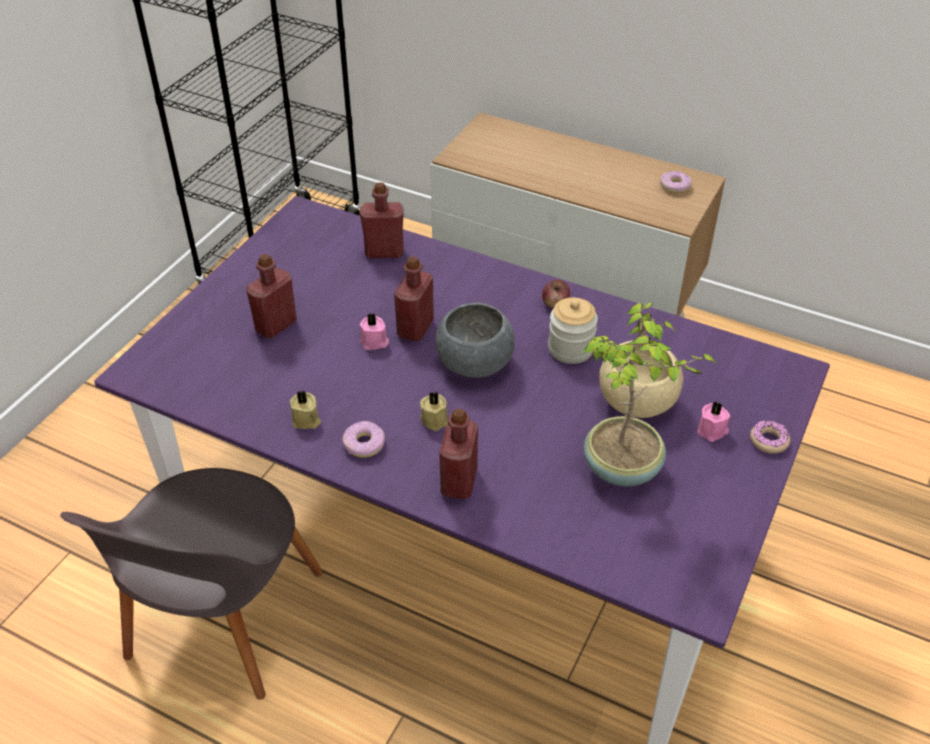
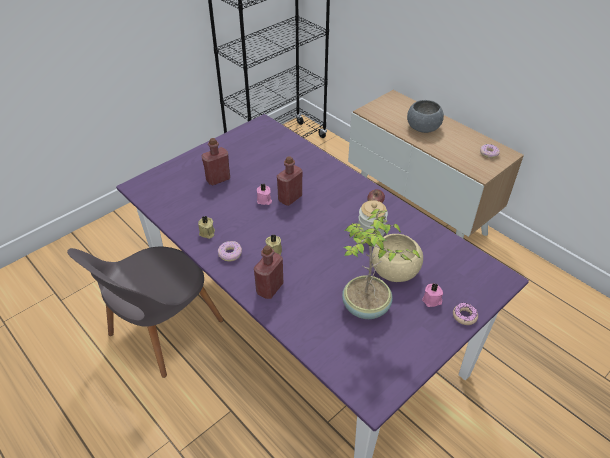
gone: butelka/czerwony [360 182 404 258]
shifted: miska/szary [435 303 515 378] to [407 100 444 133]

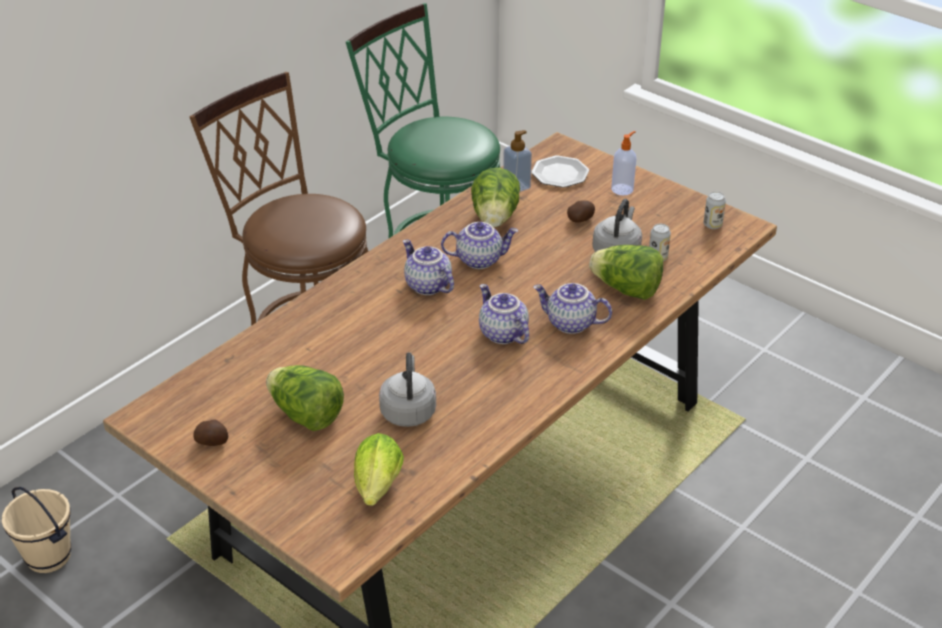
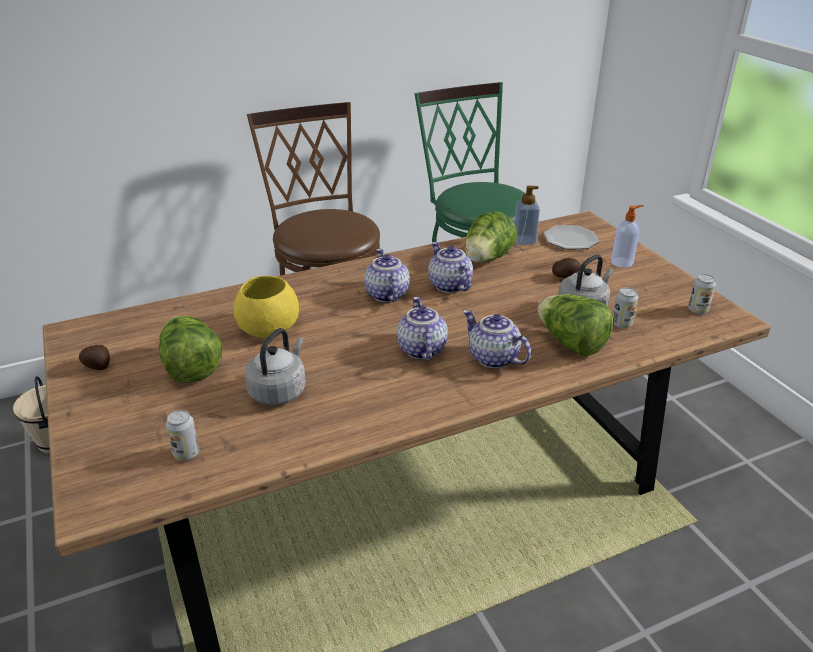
new: miska/żółty [233 275 299 338]
swapped: sałata [354 433 404 506] to puszka [166 410 199 461]
rotated: imbryk [441 222 518 269] = [428 242 473 293] 135 degrees counterclockwise

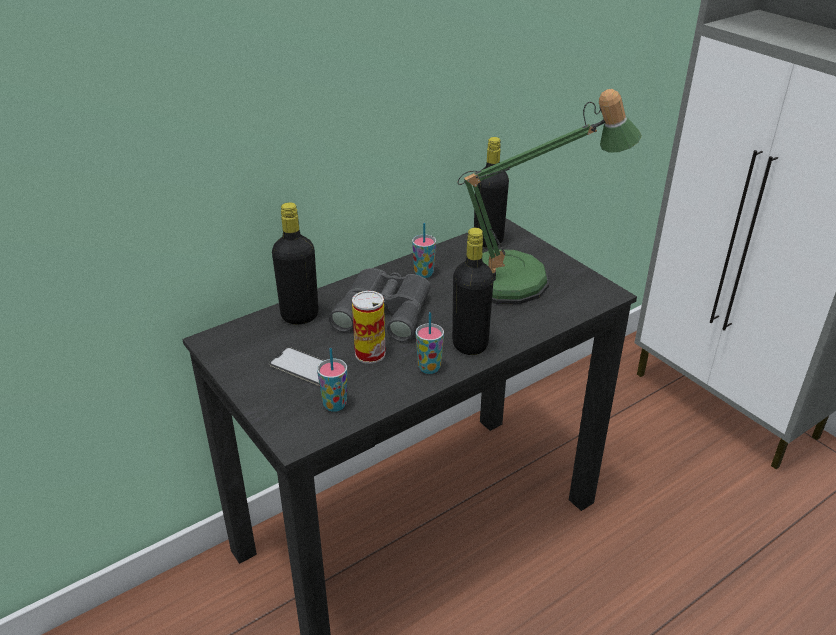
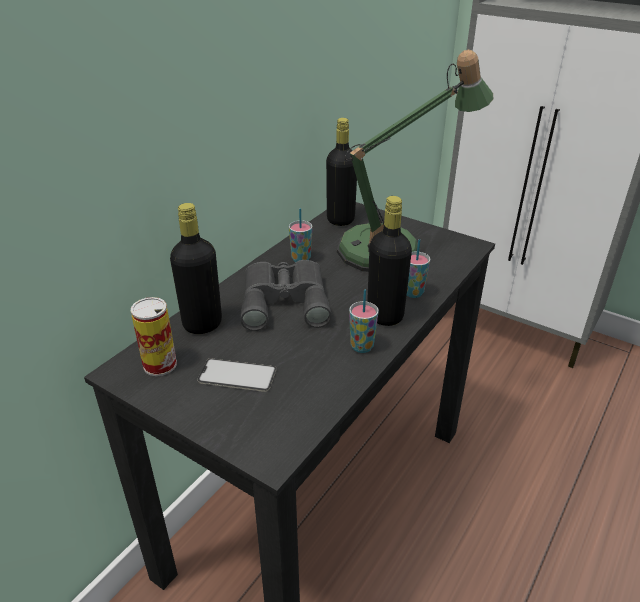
shifted: puszka [352 291 386 364] to [131 297 177 376]; filiżanka [317 348 347 412] to [407 239 430 298]

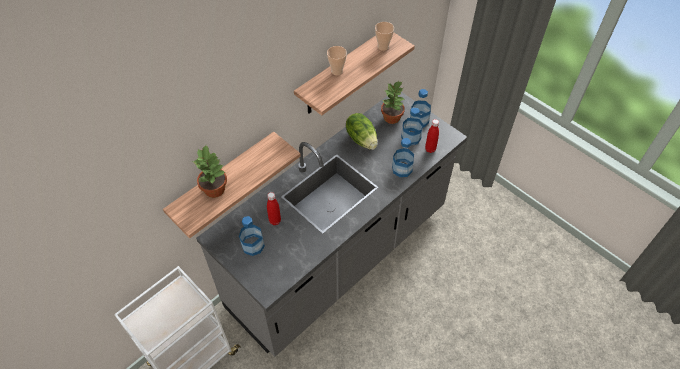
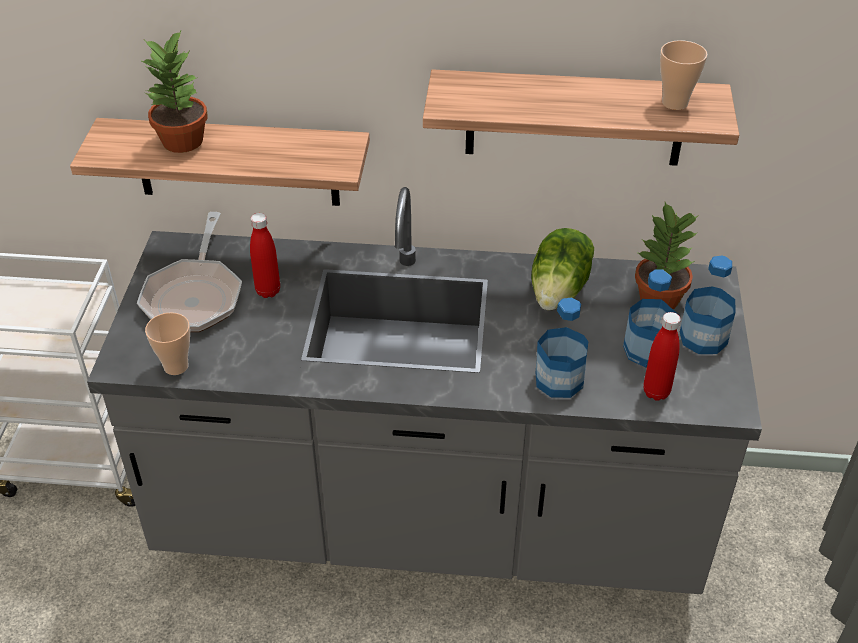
shifted: filiżanka [327 46 347 75] to [145 312 190 375]
swapped: butelka [239 216 265 256] to patelnia [137 212 242 332]

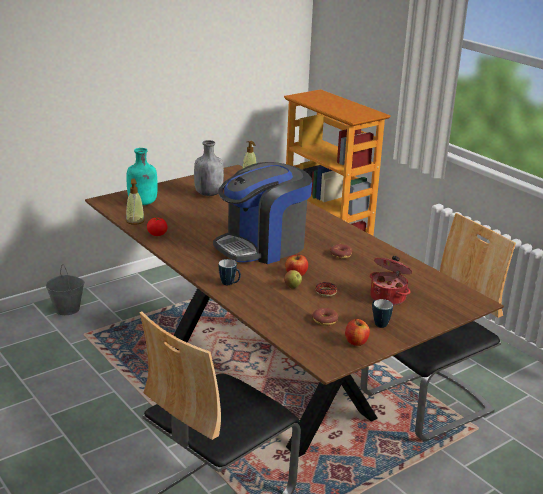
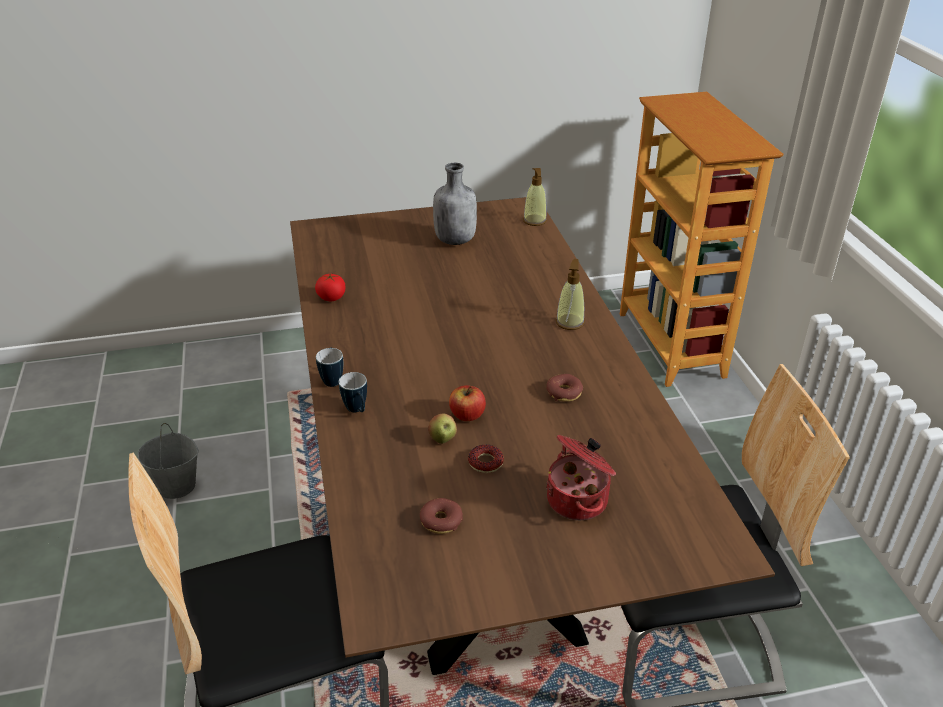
gone: butelka/turkusowy [126 148 158 205]; ekspres do kawy [213 162 312 264]; jabłko [345 319 370 346]
shifted: dozownik mydła [126 179 145 225] to [556 259 585 330]; wiadro/szary [46 264 85 315] to [138 423 199 499]; kubek [372 299 393 328] to [316 347 343 387]

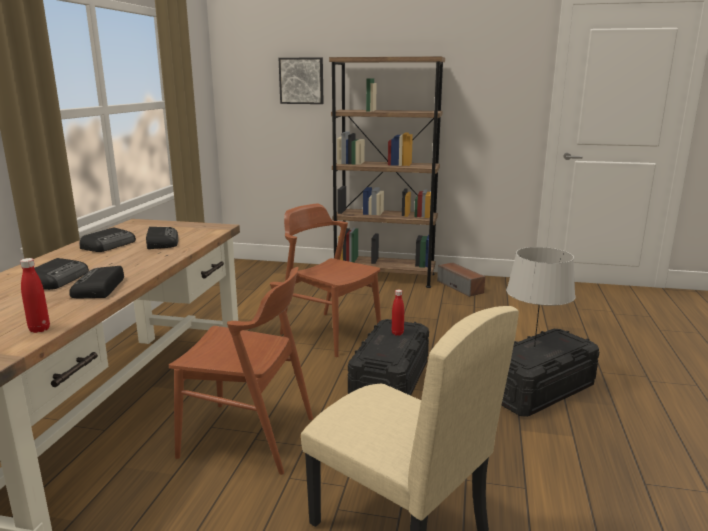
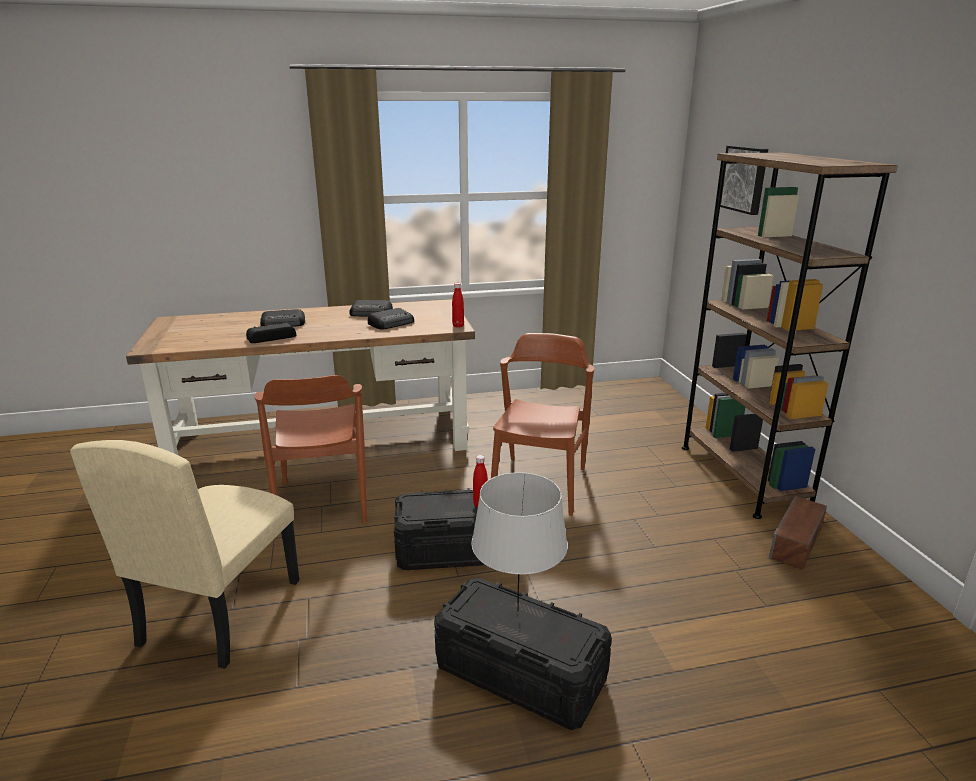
shifted: butelka/czerwony [20 258 50 333] to [452 283 464 328]

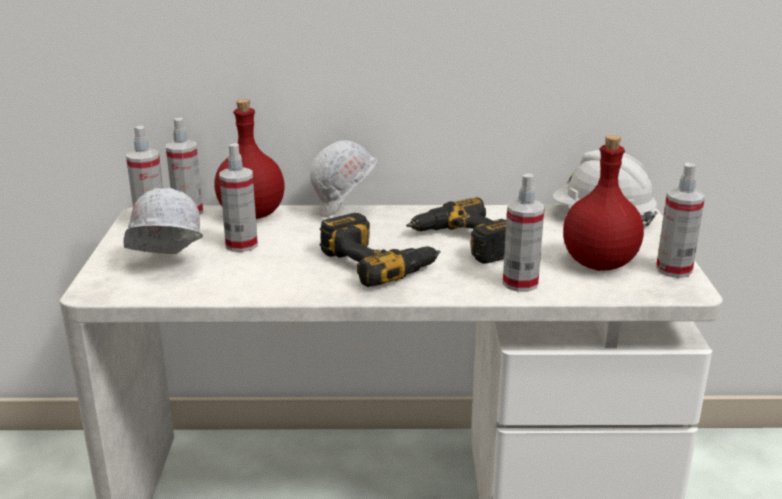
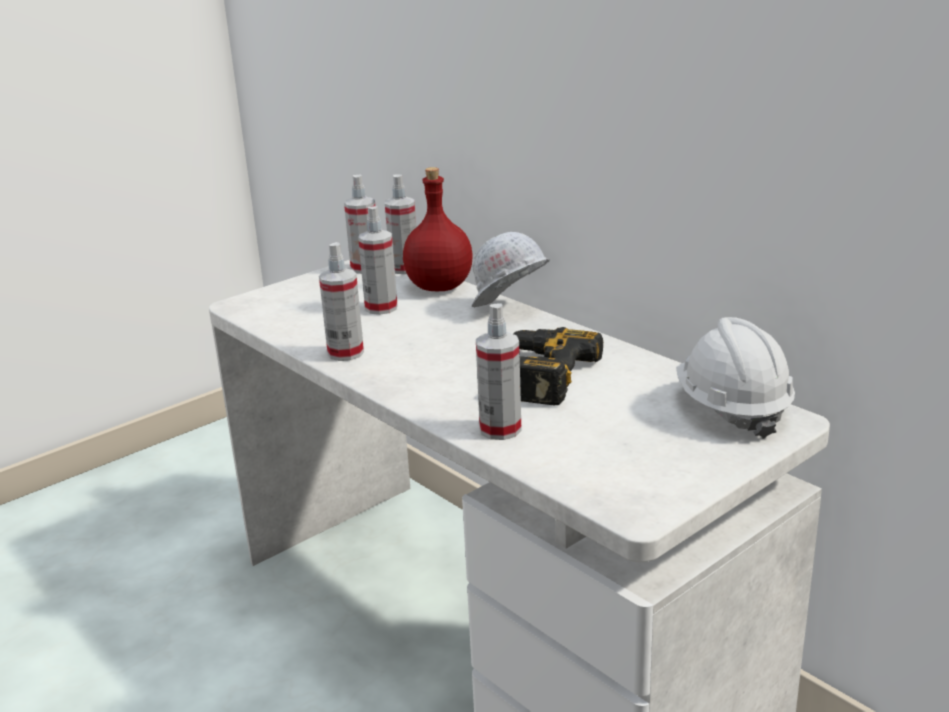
gone: butelka/czerwony [563 135 644 271]; kask/biały [124 188 203 254]; wiertarka [320 213 441 287]
shifted: spryskiwacz [656 163 705 278] to [319 242 364 361]

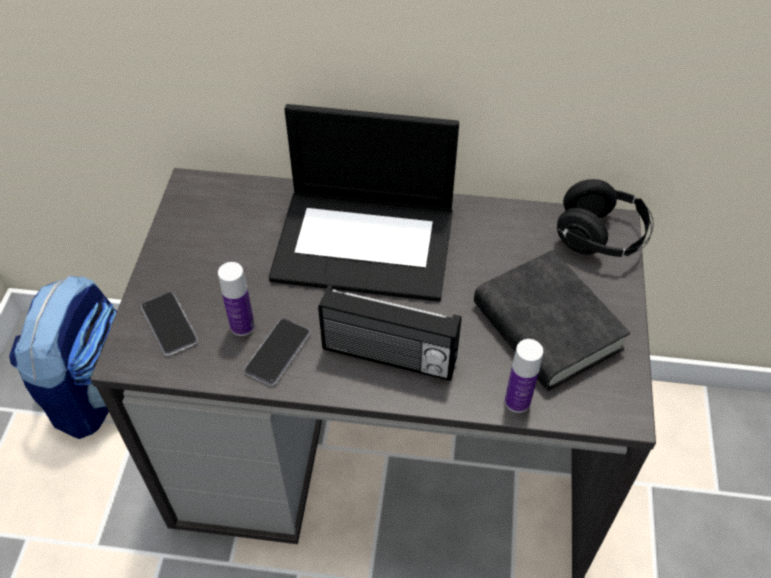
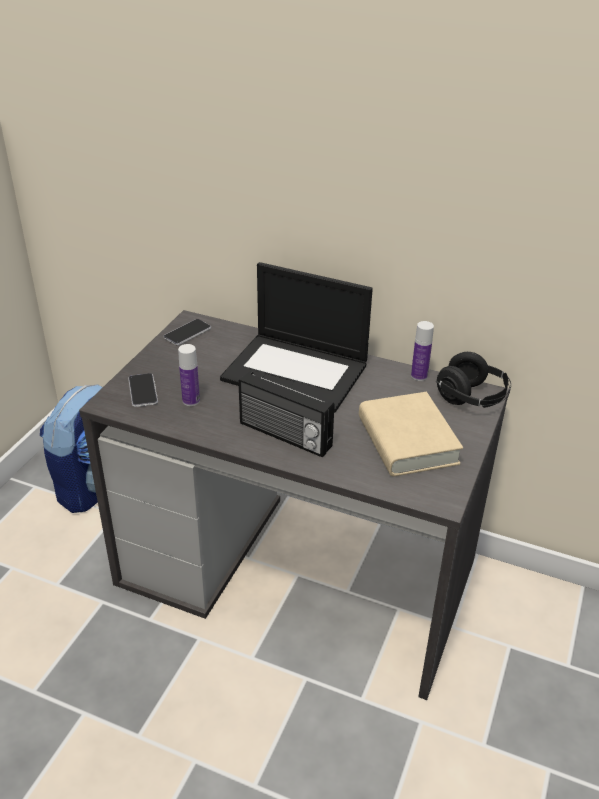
shifted: telefon [244 318 311 386] to [163 319 211 346]; butelka [505 339 543 413] to [411 321 434 381]
repainted: książka/czarny [474 250 630 390] to książka/beżowy [359 392 463 476]

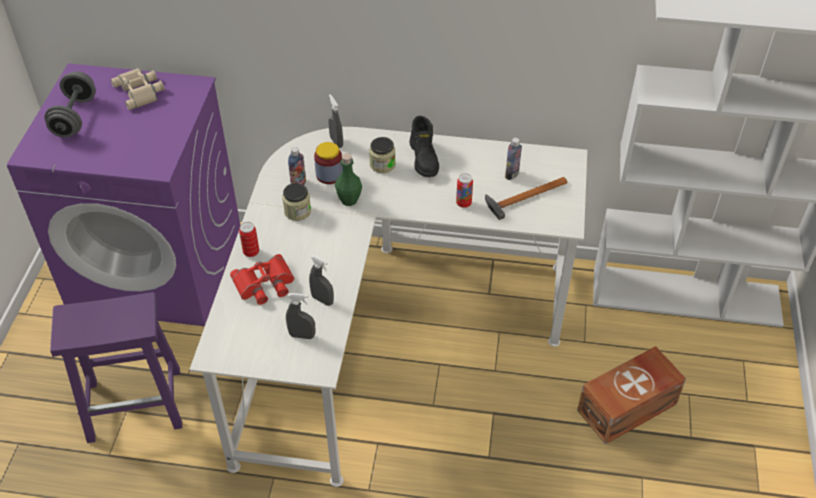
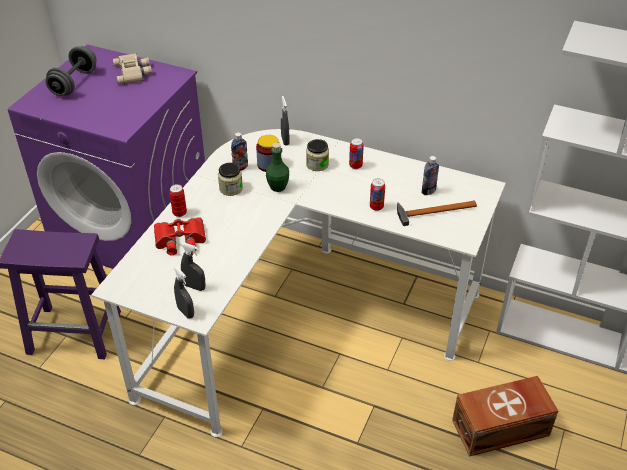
shifted: spryskiwacz/szary [309 255 334 306] to [174 267 194 319]
swapped: but z cholewką/czarny [410 116 439 177] to puszka [349 138 364 169]

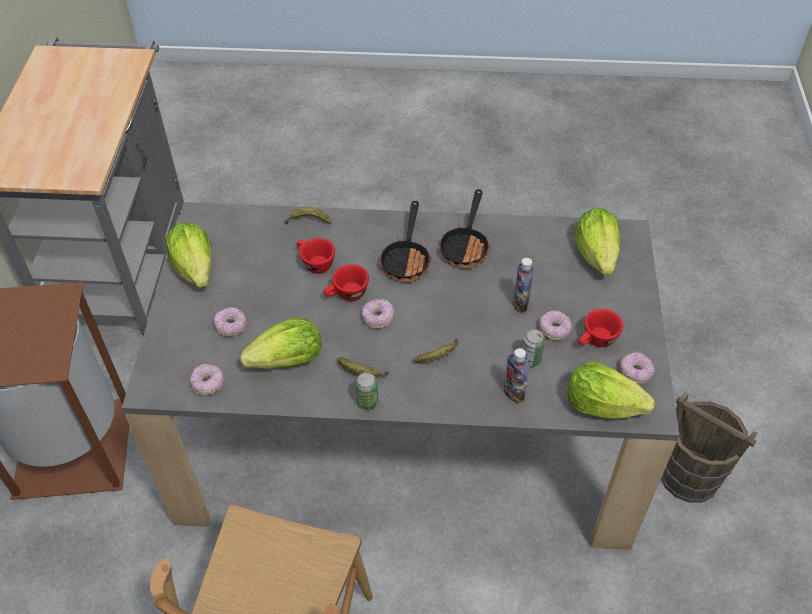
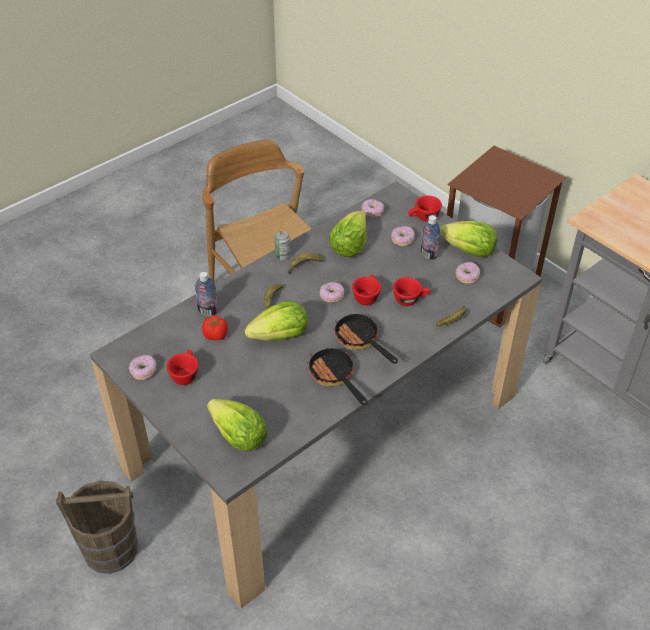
new: filiżanka/czerwony [408 196 442 222]
shifted: butelka [513 258 534 313] to [421 215 440 260]; donut [540 310 572 340] to [456 262 480 284]; sałata [567 361 655 419] to [245 301 308 341]
swapped: puszka [522 329 545 367] to pomidor [202 315 228 340]

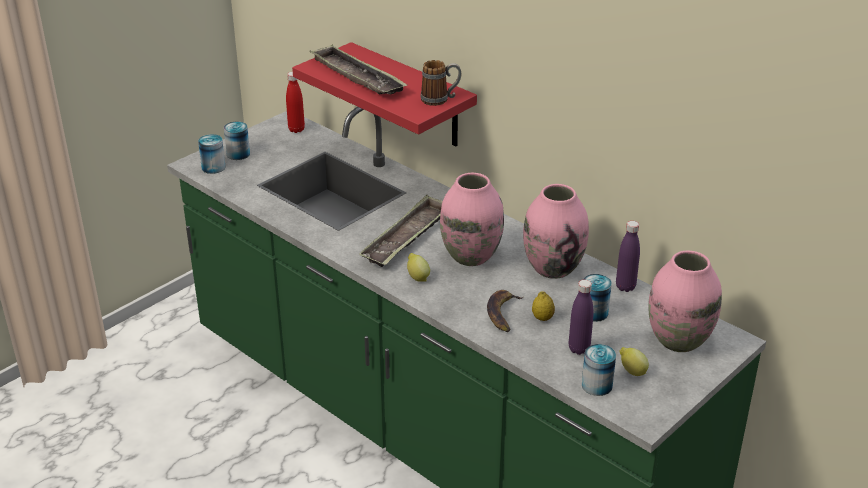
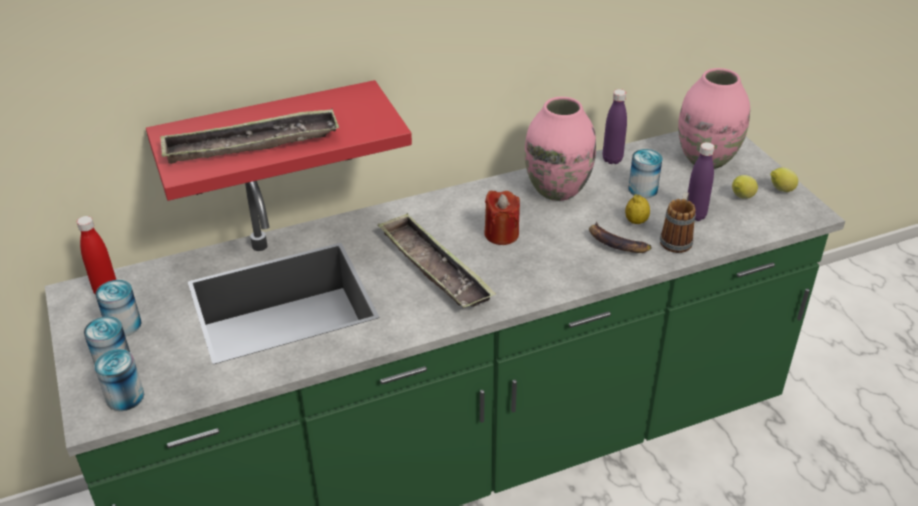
shifted: kubek [421 60 461 106] to [660 192 696 253]; cytryna [407 253 430 282] to [770 168 798 192]; puszka [582 344 616 396] to [95 280 142 336]
swapped: wazon/różowy [440 173 504 266] to świeca/czerwony [484 191 520 245]

